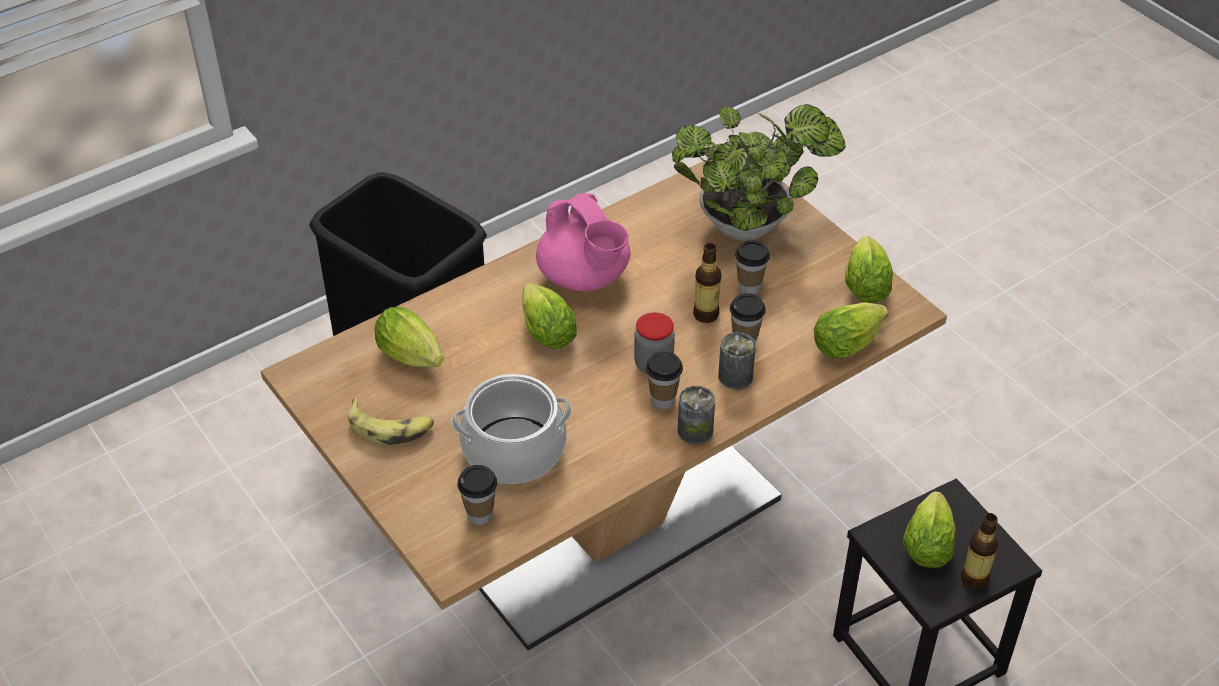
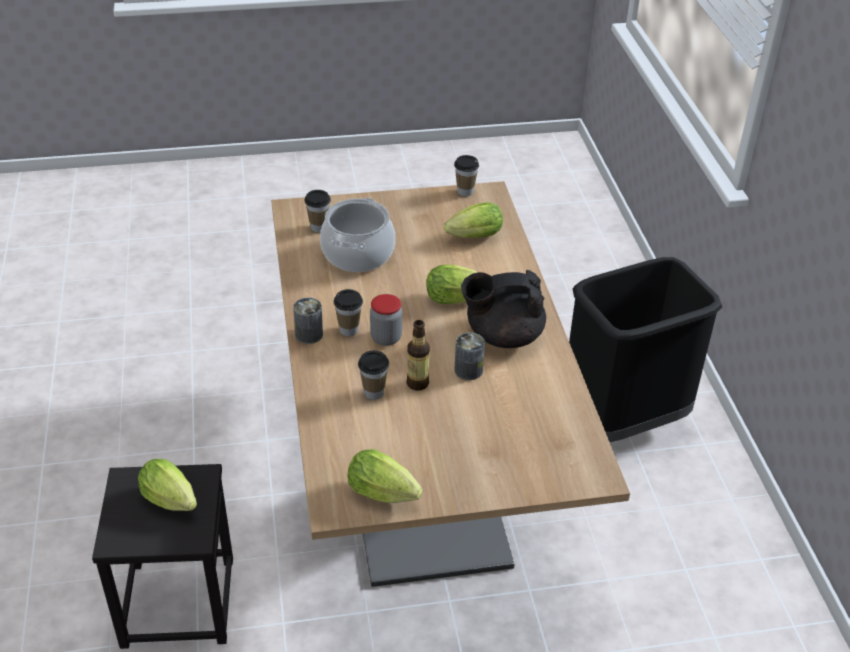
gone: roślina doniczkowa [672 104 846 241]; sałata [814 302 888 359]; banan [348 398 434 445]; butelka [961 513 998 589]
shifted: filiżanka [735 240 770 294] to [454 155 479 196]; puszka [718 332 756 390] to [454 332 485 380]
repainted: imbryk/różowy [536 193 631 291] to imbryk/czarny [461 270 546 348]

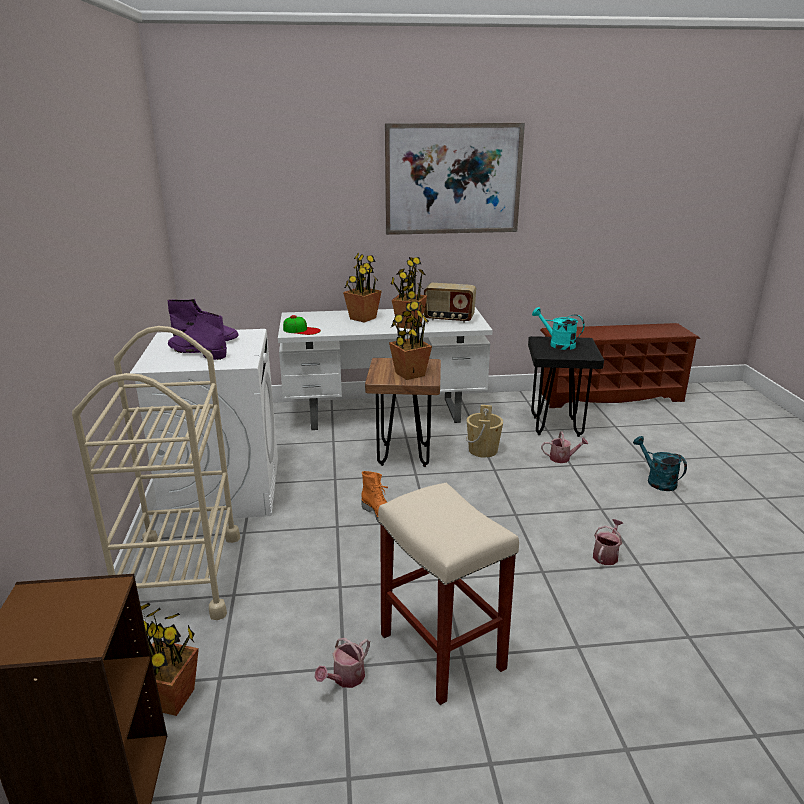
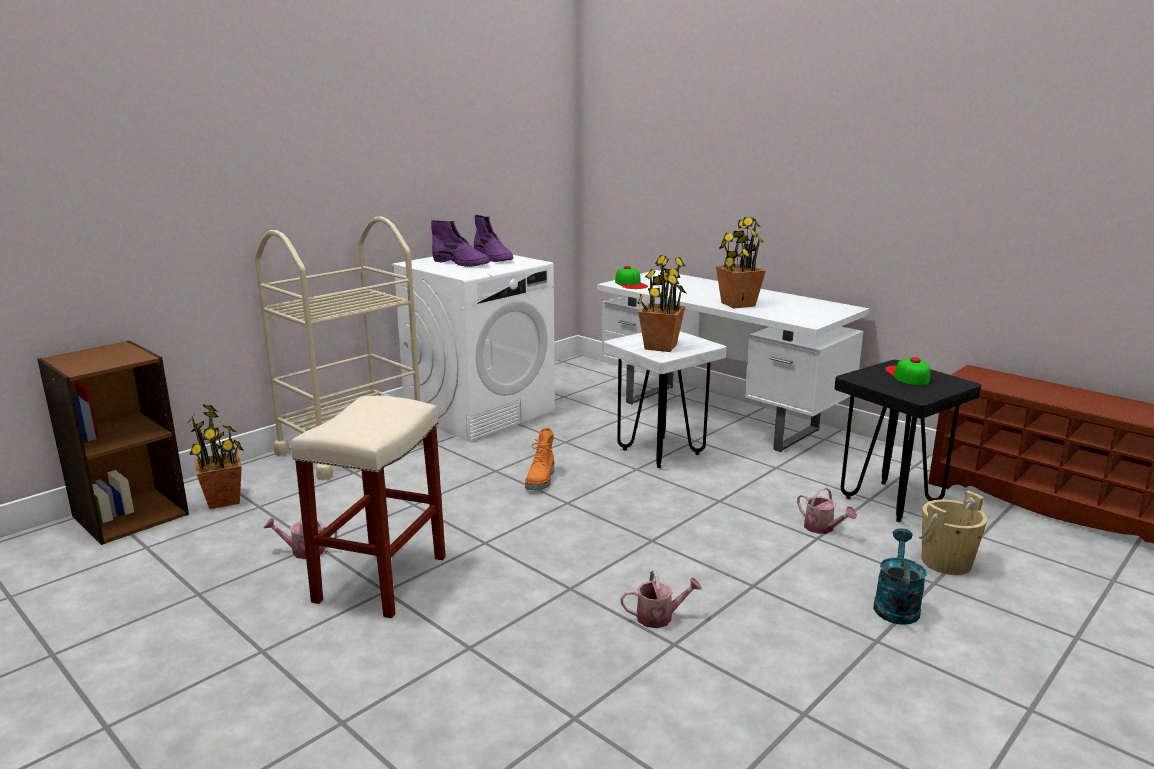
gone: obraz [385 123 525 235]; roślina doniczkowa [343 253 382 323]; radio [424 283 476 323]
shifted: wiadro/beżowy [466 405 503 458] to [919 490 987 575]
swapped: konewka/turkusowy [532 307 585 350] to czapka z daszkiem [885 357 931 385]
repainted: stołek/brązowy [365 358 441 467] to stołek/biały [604 331 726 468]
rotated: but z cholewką/fioletowy [168 311 227 360] = [431 220 490 267] 135 degrees clockwise

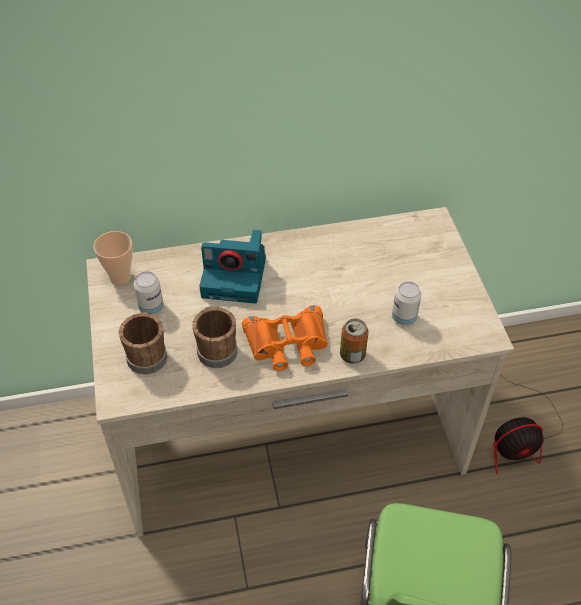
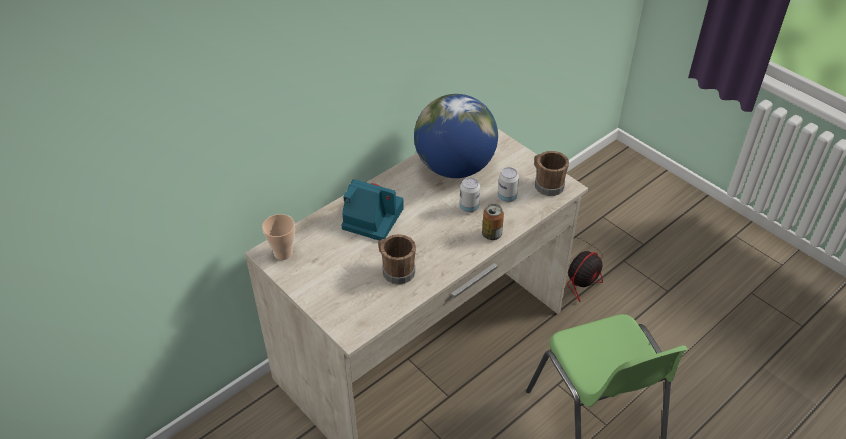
gone: lornetka/pomarańczowy [242 305 328 371]
new: globus [414 94 498 178]
shifted: puszka [134 271 164 315] to [459 177 480 213]; kubek/brązowy [119 312 167 375] to [534 151 569 196]
rotated: aparat fotograficzny [199 230 266 304] = [341 179 404 241] 135 degrees counterclockwise

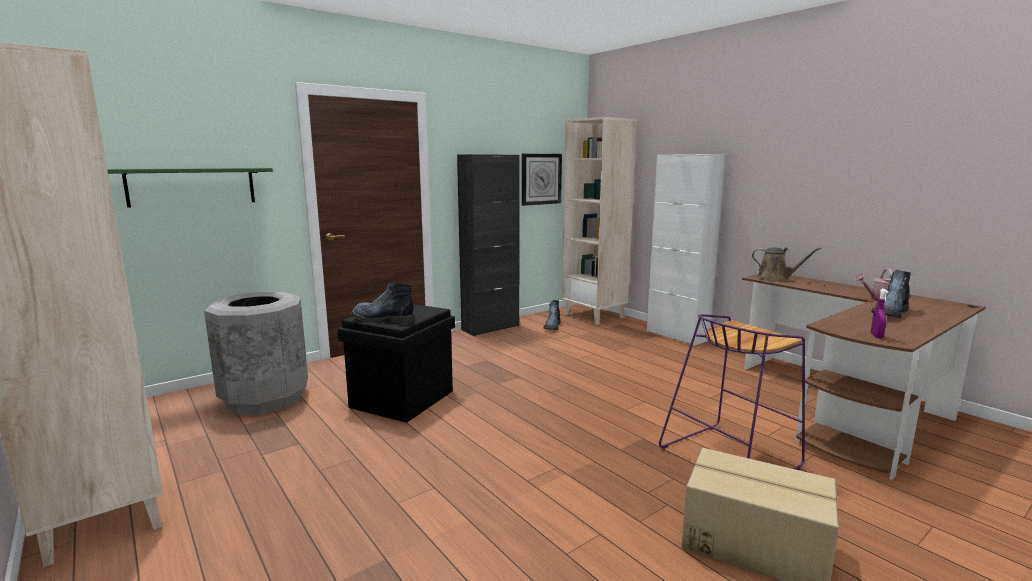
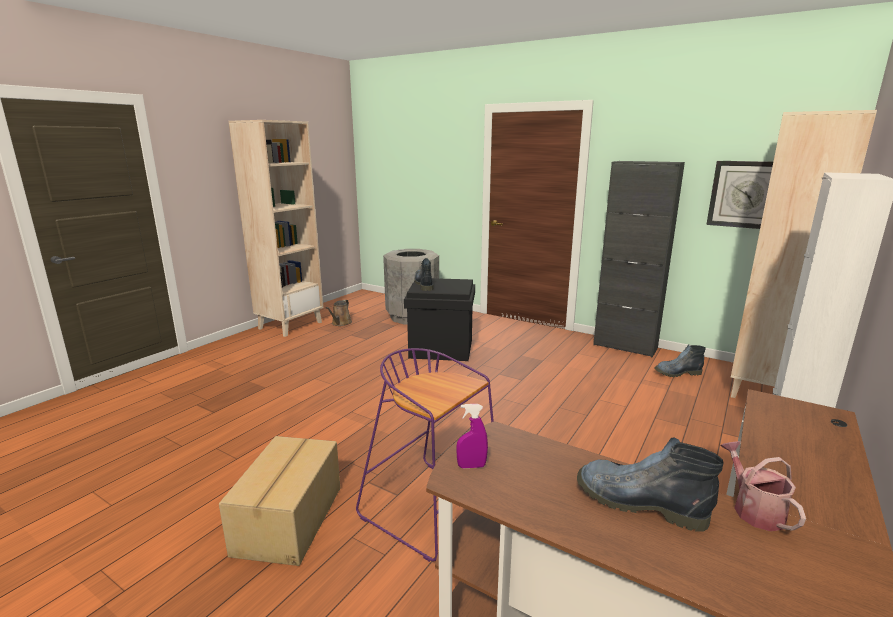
gone: półka/zielony [107 168 273 208]
shifted: konewka/brązowy [752 247 821 282] to [326 300 352 326]

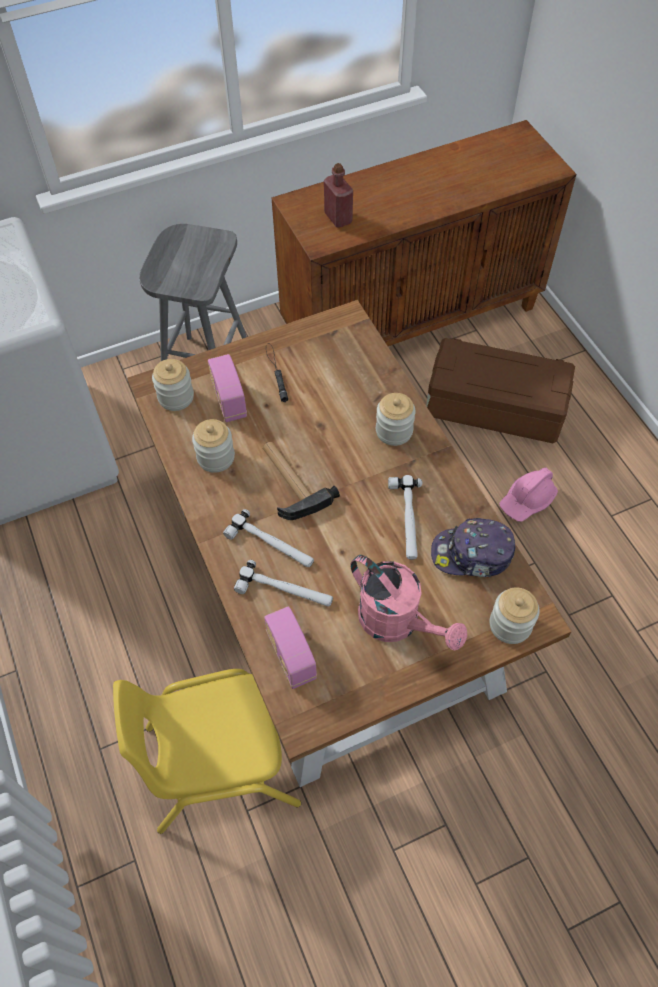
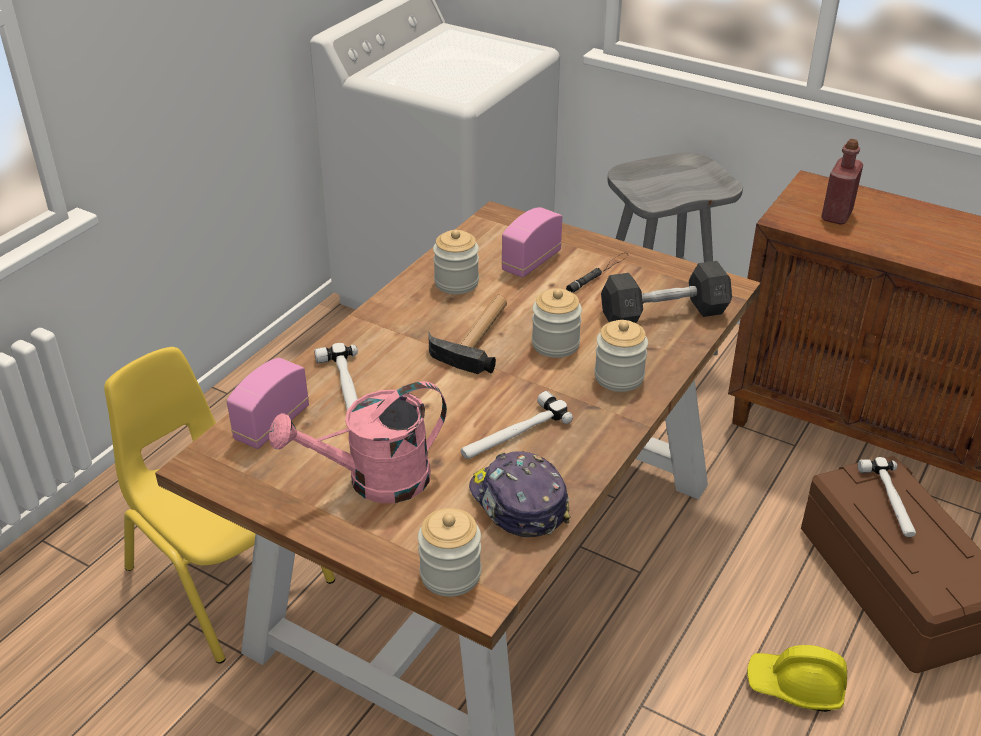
new: hantel/szary [601 261 732 323]
shifted: słoik [152 359 194 411] to [532 288 582 358]; młotek [223 509 314 567] to [858 457 916 537]
repainted: kask/różowy [499 467 558 522] to kask/żółty [747 645 847 712]
rotated: konewka/różowy [350 555 467 651] = [269 381 447 503] 60 degrees clockwise

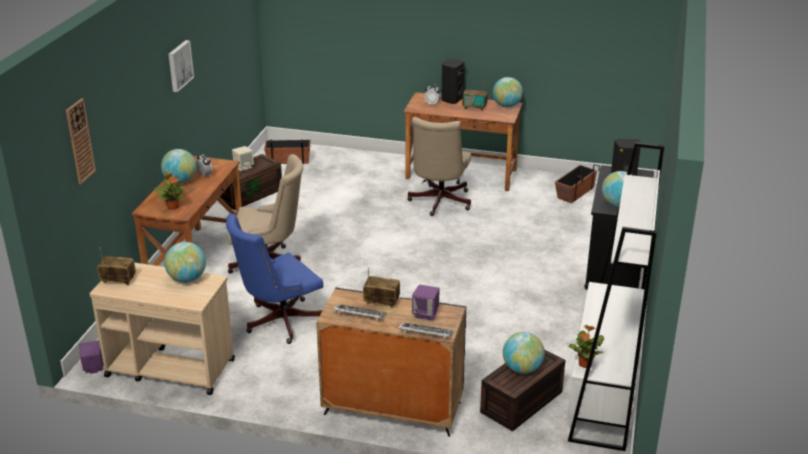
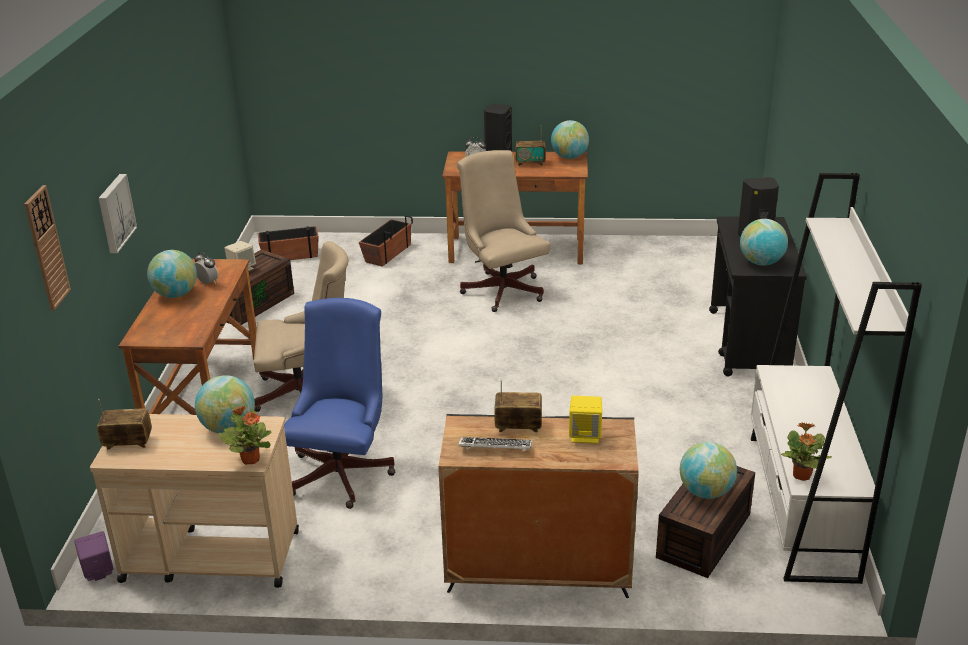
gone: klawiatura [398 323 453 338]
shifted: obraz [168 40 194 92] to [98 174 137 254]; donica [555 164 600 203] to [359 216 413 267]; roślina doniczkowa [155 173 184 209] to [218 405 271 465]
repainted: głośnik/fioletowy [412 285 440 321] to głośnik/żółty [569 396 602 444]
rotated: krzesło biurowe/beżowy [407 117 471 216] = [457 150 550 312] 150 degrees clockwise; krzesło biurowe/niebieski [226 214 323 344] = [284 298 396 509] 150 degrees clockwise

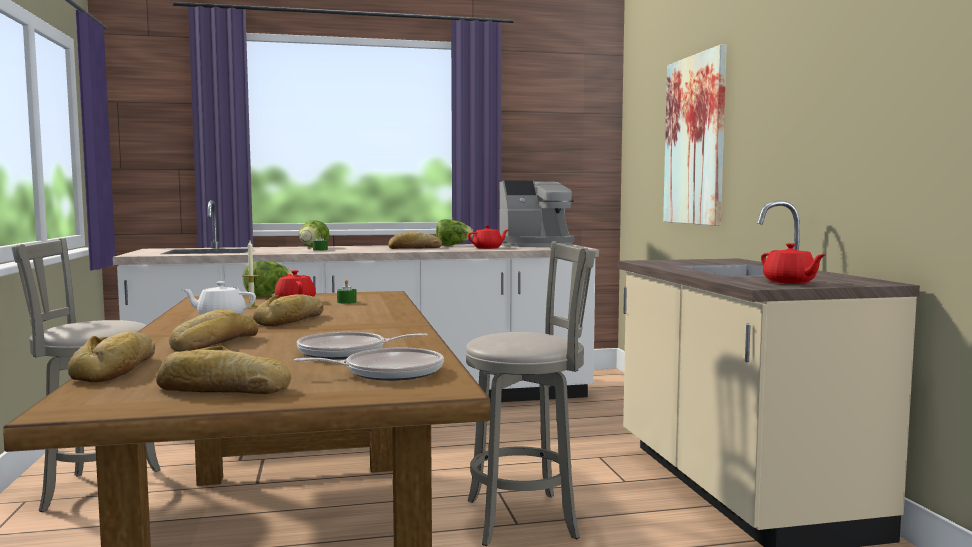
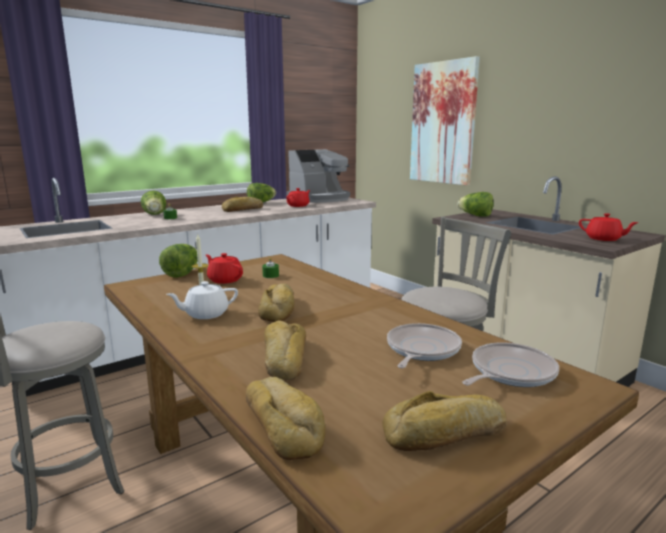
new: sałata [458 192 494 217]
rotated: patelnia [297 332 428 359] = [387 323 462 368] 150 degrees clockwise

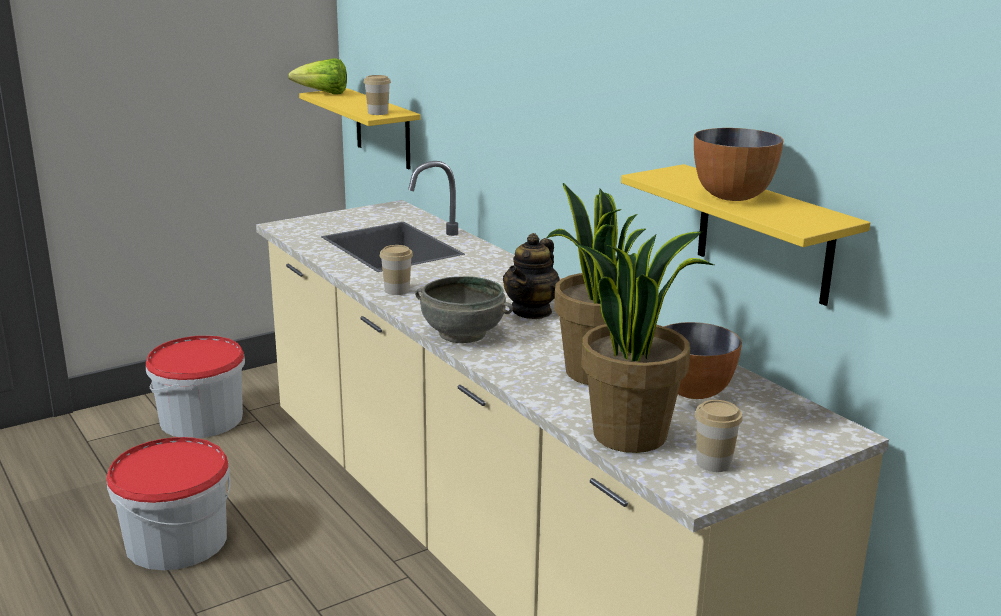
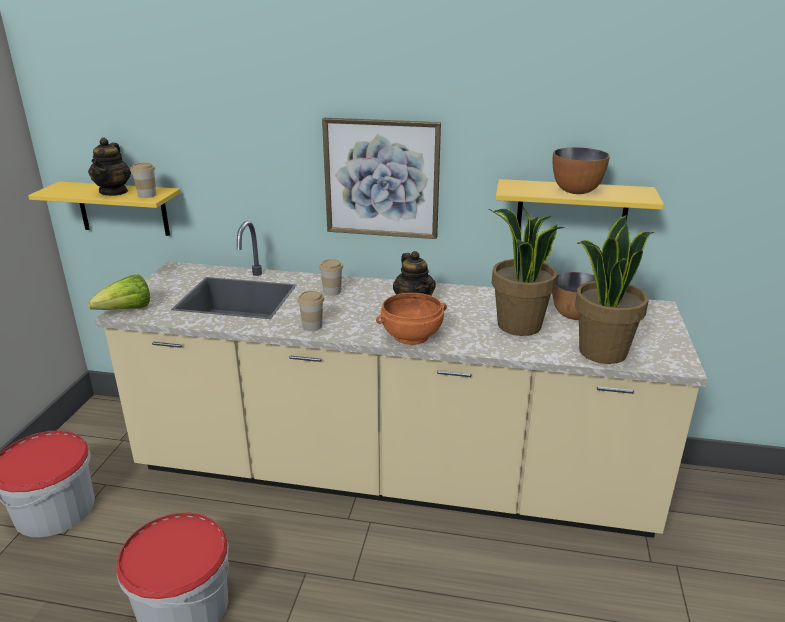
new: obraz [322 118 441 239]; imbryk [88 137 131 196]
shifted: sałata [288 58 347 94] to [88 274 150 310]; filiżanka [695 400 743 472] to [319 259 343 296]
repainted: miska/szary [415 276 513 343] to miska/pomarańczowy [376 293 447 345]

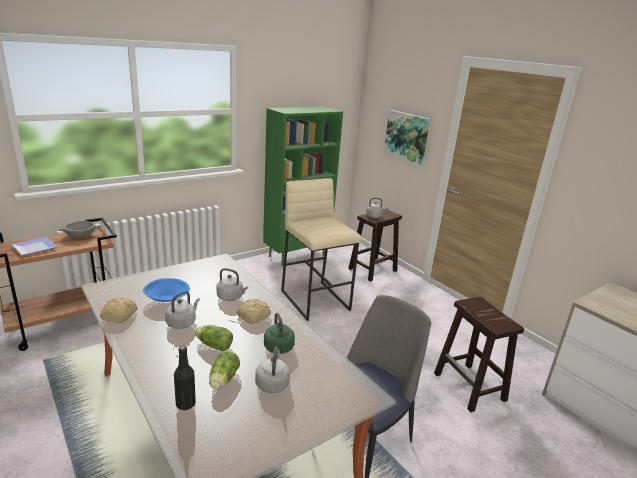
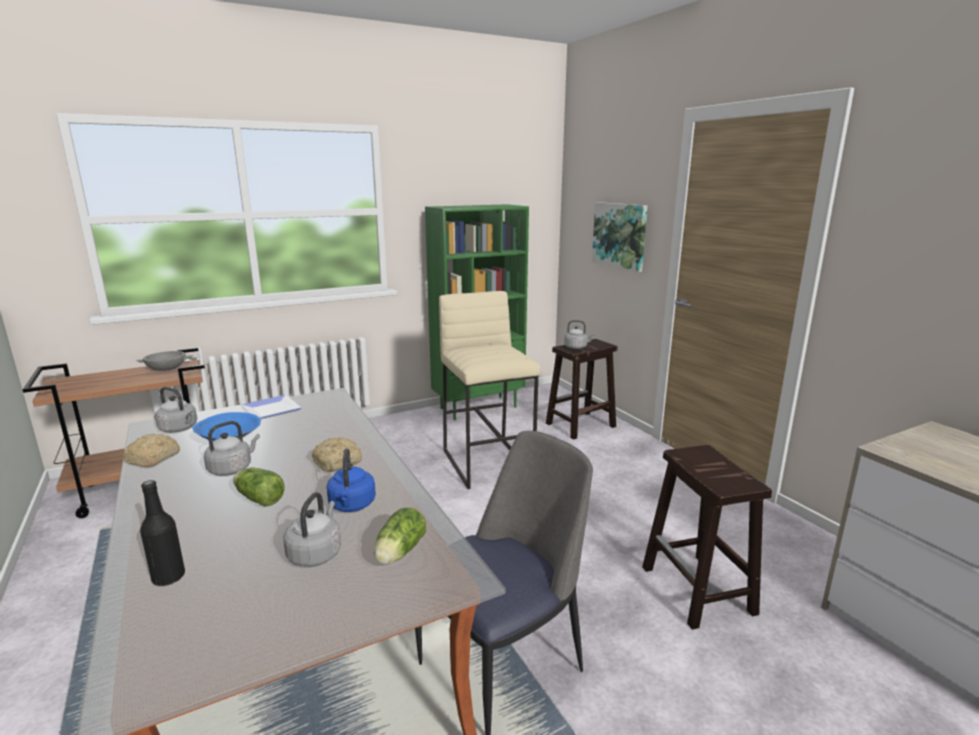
shifted: talerz [12 237 57 256] to [241 395 302 419]; czajnik/szary [217 268 248 301] to [155 387 197 433]; sałata [209 351 240 389] to [374 508 426 565]
repainted: czajnik/zielony [264 313 295 354] to czajnik/niebieski [327 448 376 512]

